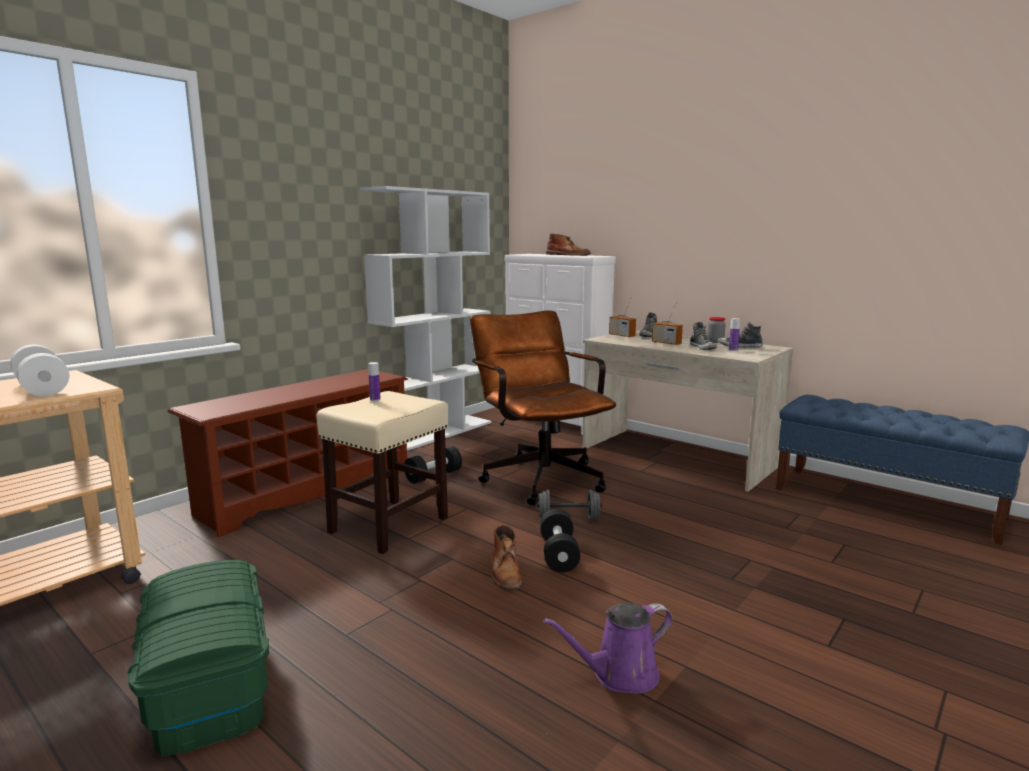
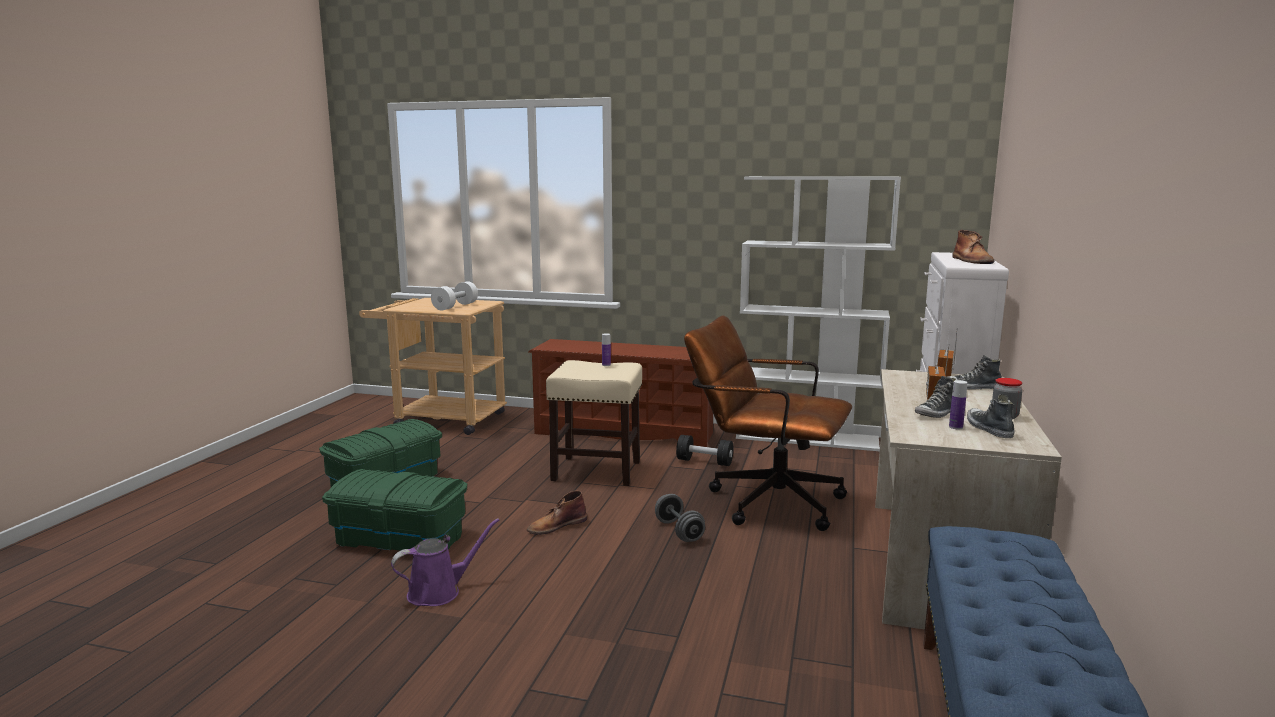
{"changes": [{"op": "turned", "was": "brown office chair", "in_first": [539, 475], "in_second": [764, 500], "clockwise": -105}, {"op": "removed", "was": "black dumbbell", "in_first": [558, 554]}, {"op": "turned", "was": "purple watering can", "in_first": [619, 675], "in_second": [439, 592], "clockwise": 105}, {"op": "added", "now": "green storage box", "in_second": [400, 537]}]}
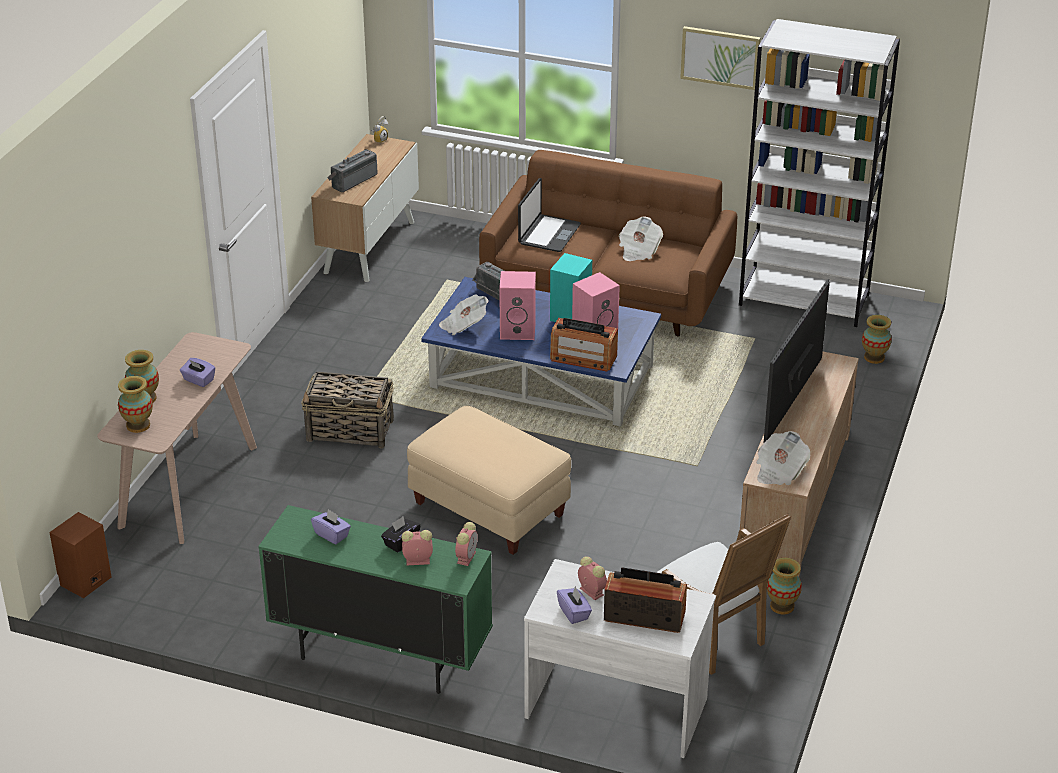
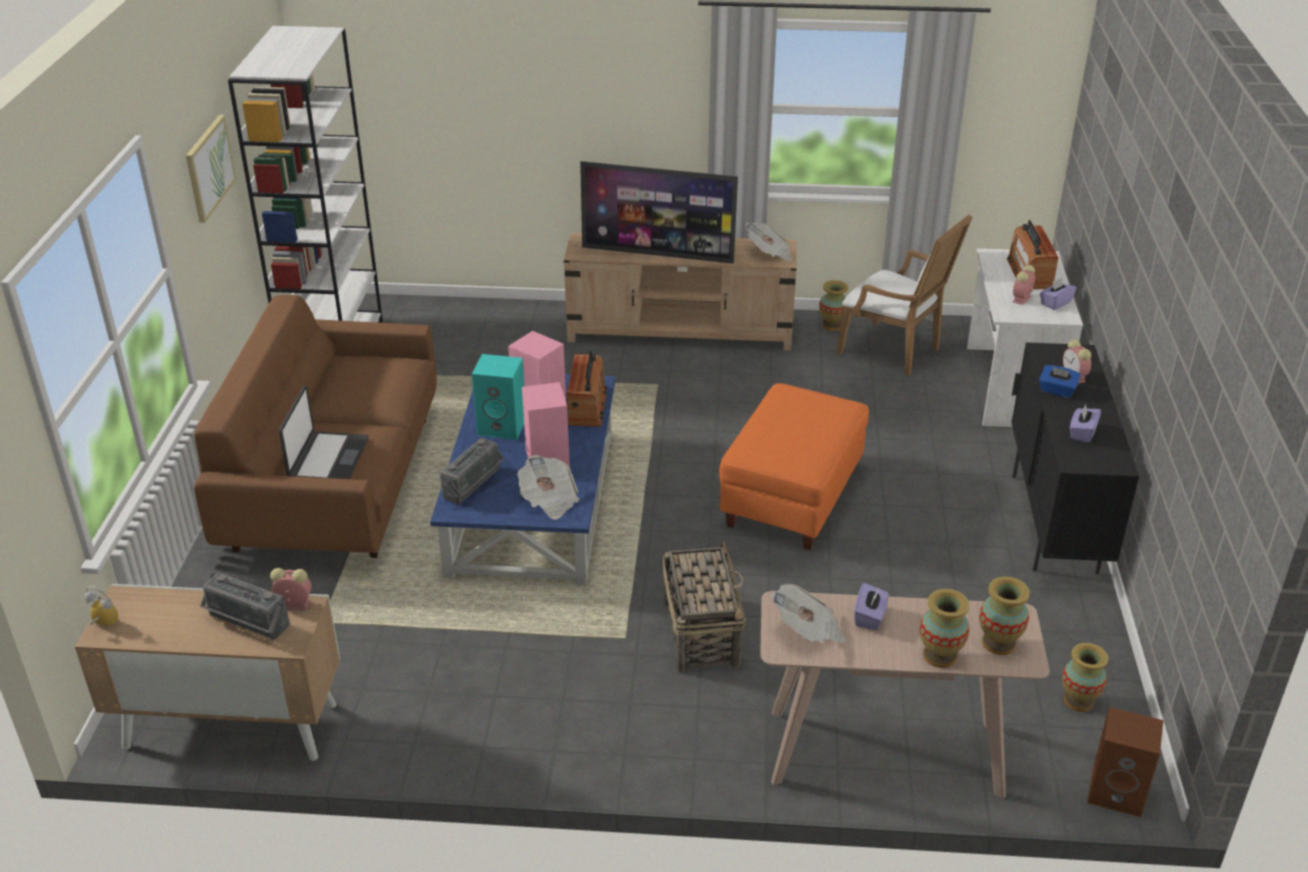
{"changes": [{"op": "turned", "was": "laptop", "in_first": [548, 234], "in_second": [328, 459], "clockwise": 90}, {"op": "moved", "was": "newspaper", "in_first": [638, 250], "in_second": [808, 631]}, {"op": "moved", "was": "vase", "in_first": [874, 358], "in_second": [1078, 701]}, {"op": "recoloured", "was": "beige ottoman", "now": "orange ottoman", "in_first": [488, 509], "in_second": [793, 498]}, {"op": "recoloured", "was": "green cabinet", "now": "black cabinet", "in_first": [380, 656], "in_second": [1053, 524]}, {"op": "turned", "was": "white armchair", "in_first": [713, 639], "in_second": [895, 352], "clockwise": 90}, {"op": "recoloured", "was": "black tissue box", "now": "blue tissue box", "in_first": [401, 542], "in_second": [1057, 391]}, {"op": "moved", "was": "alarm clock", "in_first": [466, 556], "in_second": [293, 605]}]}
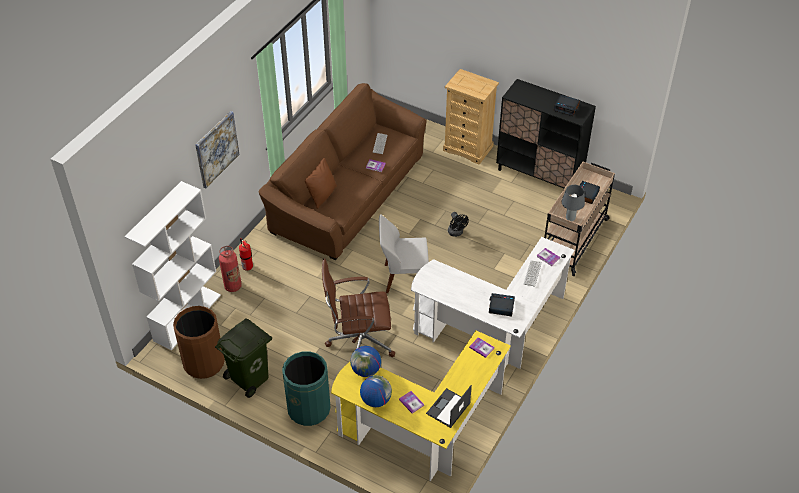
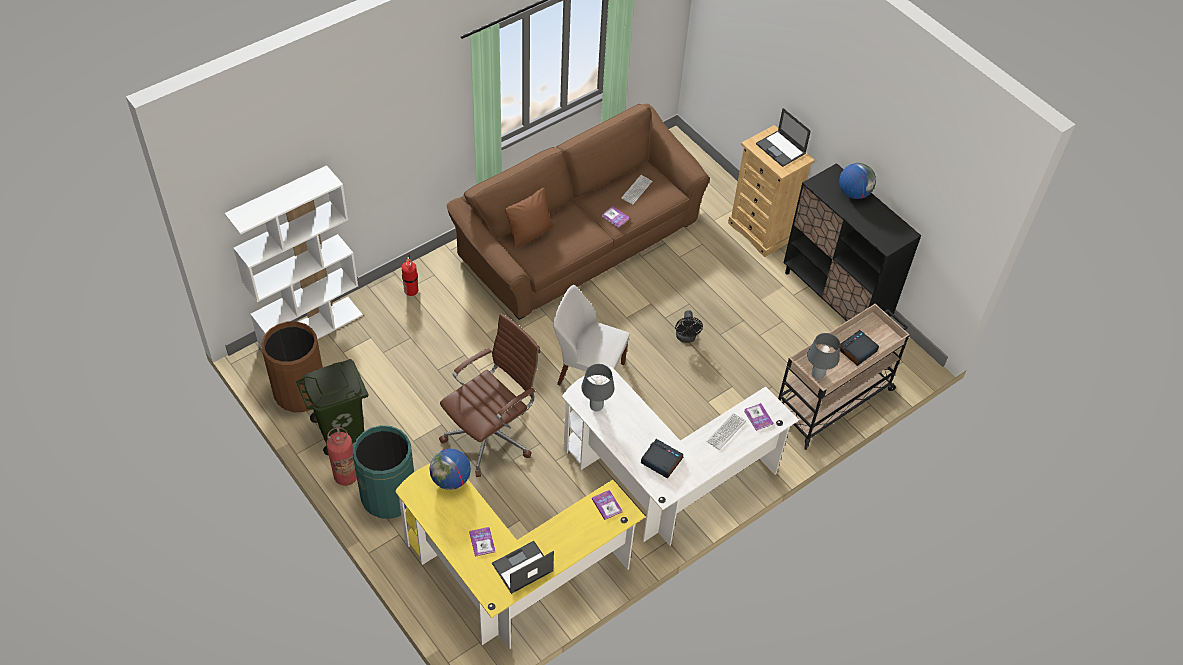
{"changes": [{"op": "removed", "was": "alarm clock", "in_first": [566, 107]}, {"op": "removed", "was": "picture", "in_first": [216, 149]}, {"op": "moved", "was": "fire extinguisher", "in_first": [233, 286], "in_second": [346, 476]}, {"op": "turned", "was": "brown office chair", "in_first": [359, 342], "in_second": [491, 435], "clockwise": 120}, {"op": "moved", "was": "globe", "in_first": [376, 400], "in_second": [854, 193]}, {"op": "added", "now": "laptop", "in_second": [781, 149]}, {"op": "added", "now": "grey table lamp", "in_second": [596, 406]}]}
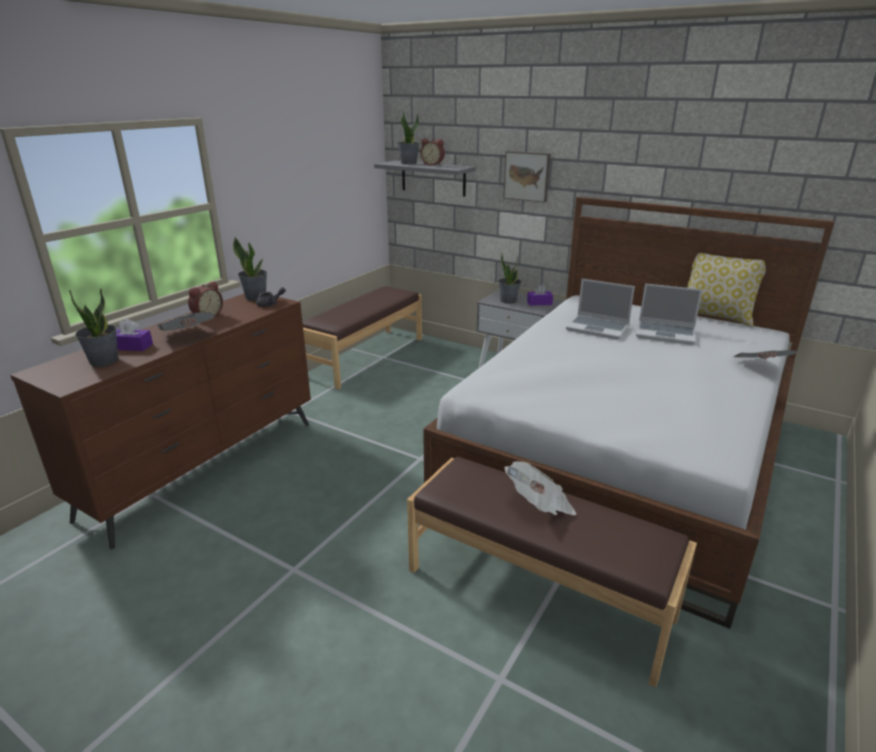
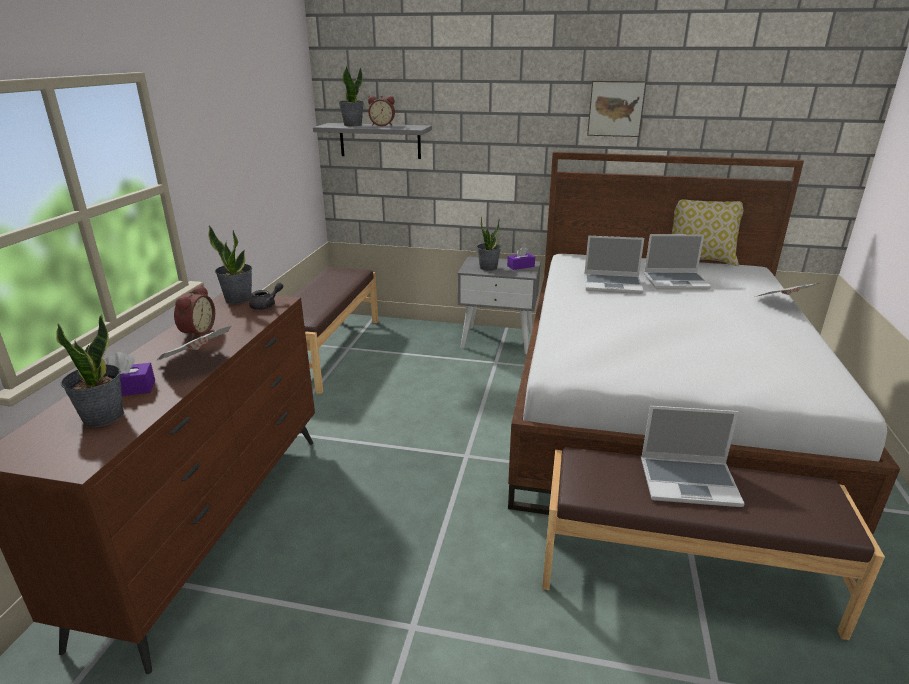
{"changes": [{"op": "moved", "was": "picture", "in_first": [527, 176], "in_second": [615, 108]}, {"op": "replaced", "was": "newspaper", "now": "laptop", "in_first": [539, 505], "in_second": [689, 482]}]}
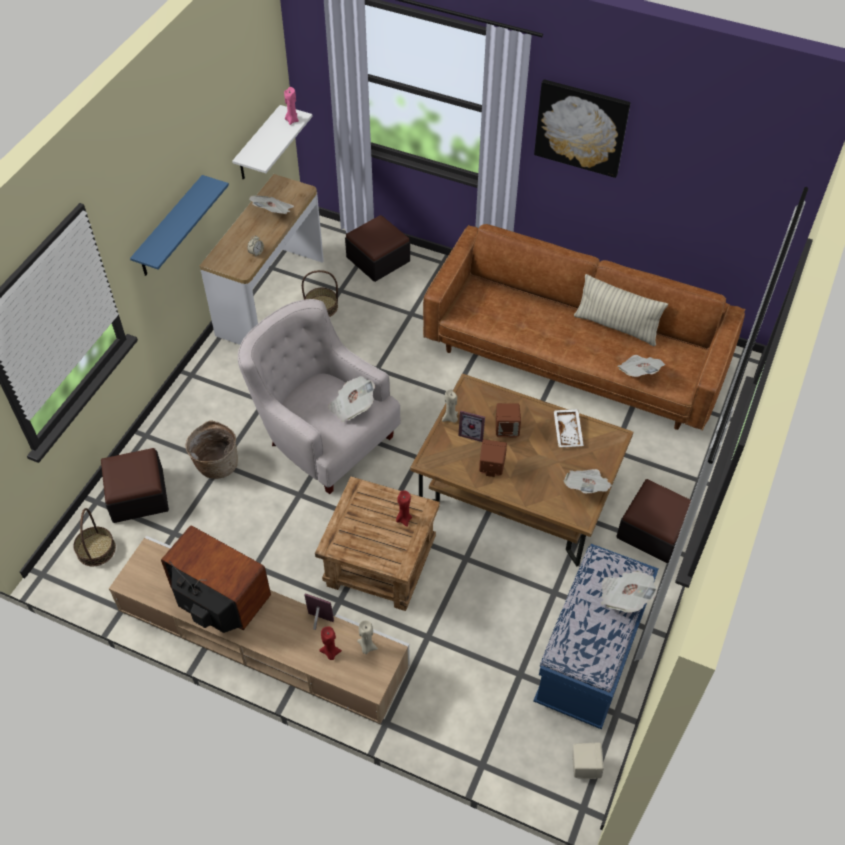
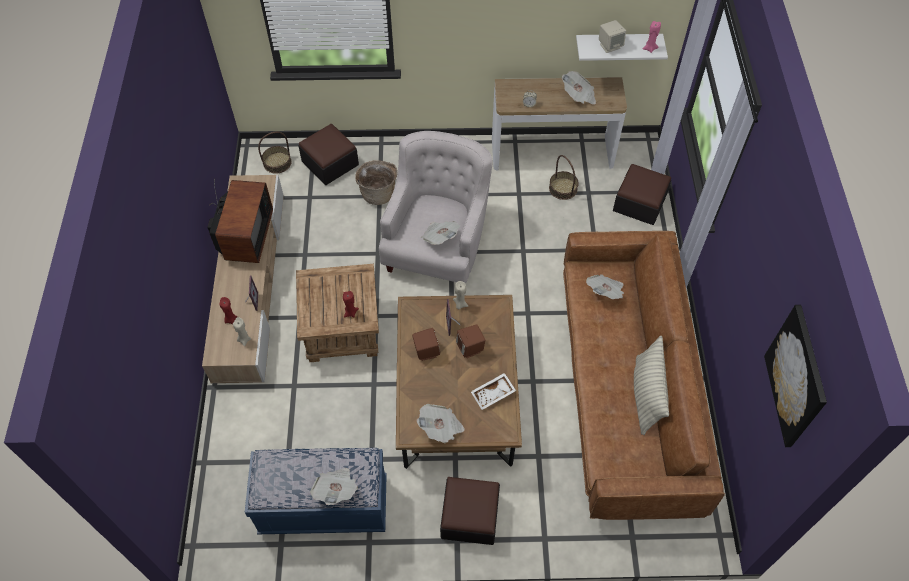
{"changes": [{"op": "moved", "was": "picture", "in_first": [581, 127], "in_second": [796, 377]}, {"op": "removed", "was": "blue shelf", "in_first": [170, 228]}, {"op": "moved", "was": "newspaper", "in_first": [638, 373], "in_second": [605, 292]}, {"op": "moved", "was": "beige speaker", "in_first": [584, 767], "in_second": [610, 46]}]}
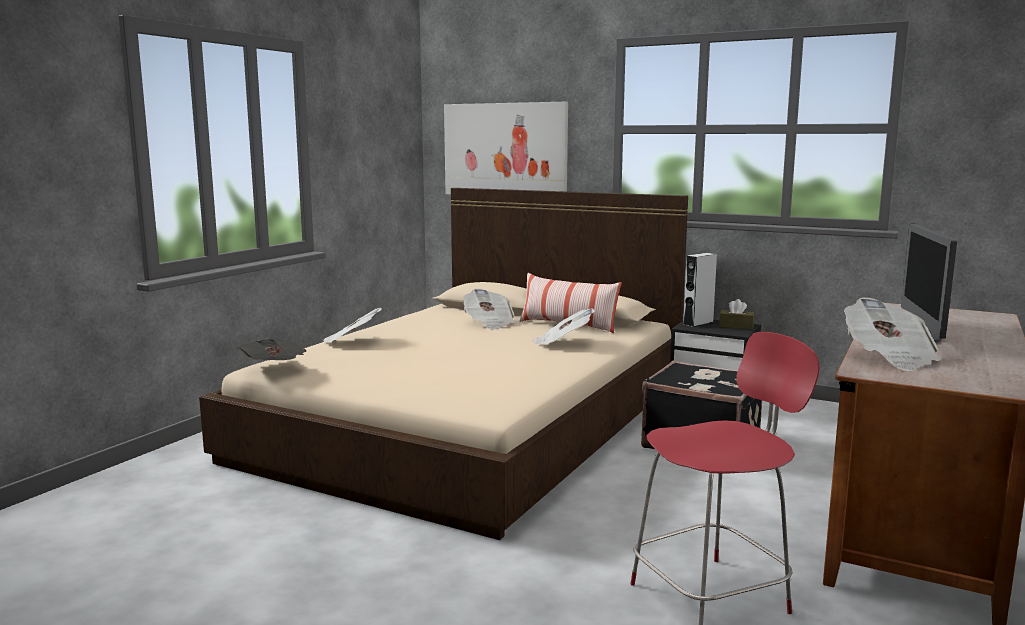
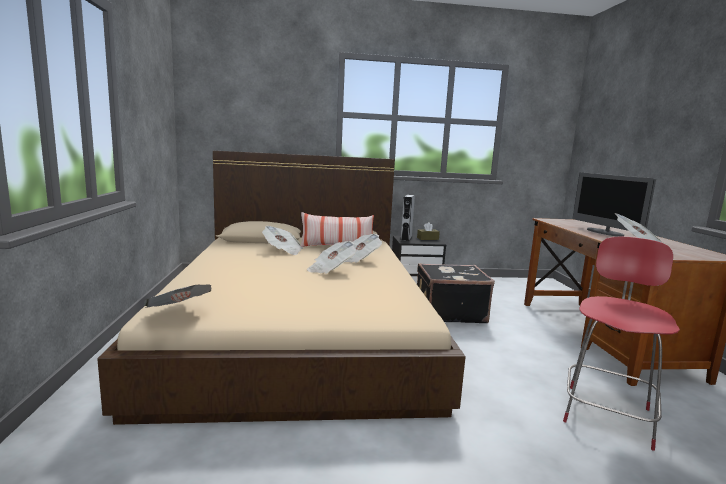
{"changes": [{"op": "removed", "was": "picture", "in_first": [505, 150]}, {"op": "moved", "was": "newspaper", "in_first": [351, 342], "in_second": [331, 270]}]}
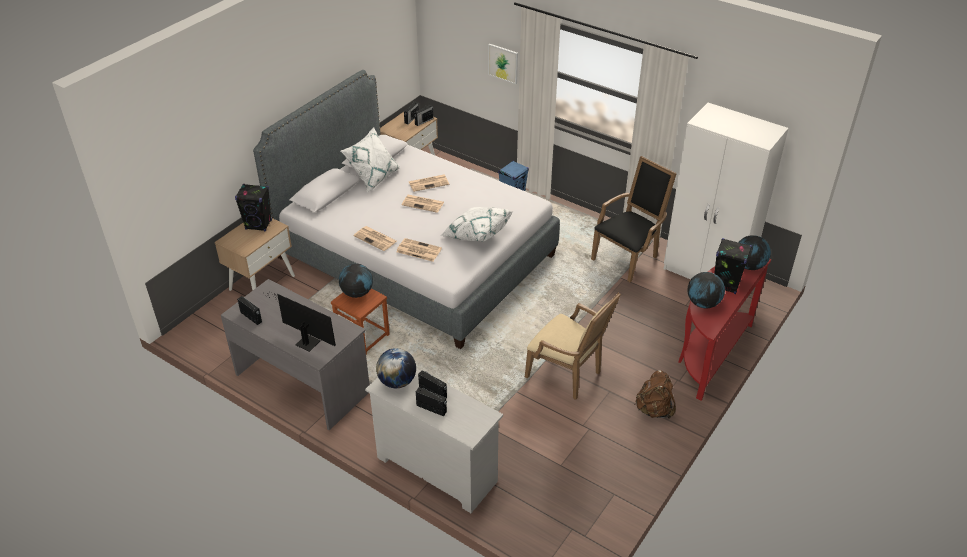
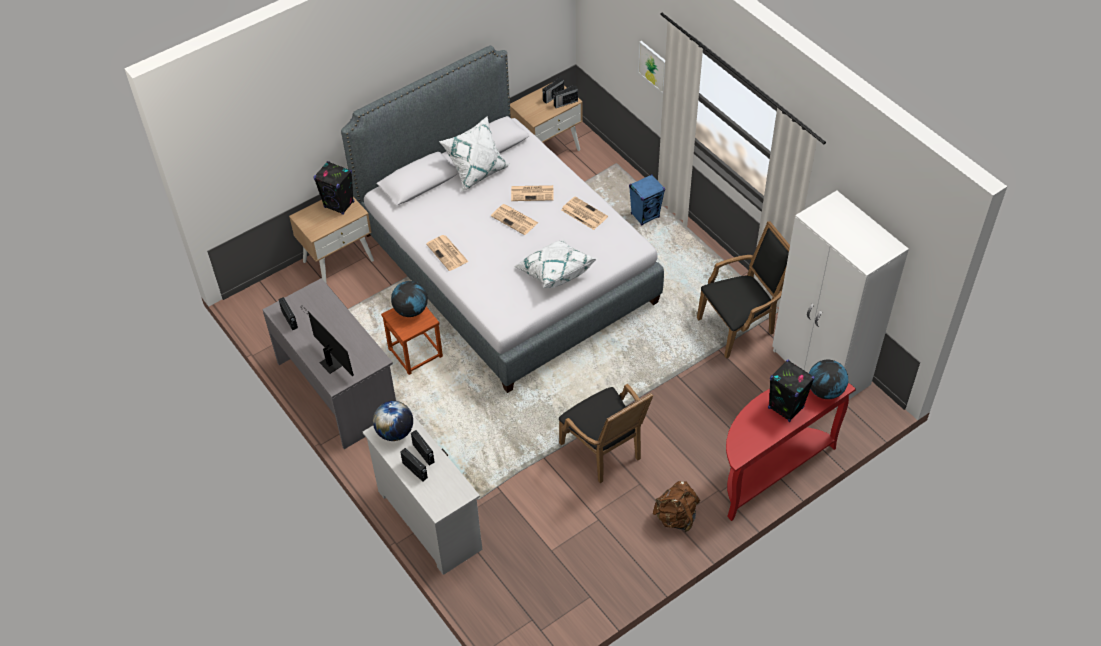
{"changes": [{"op": "moved", "was": "newspaper", "in_first": [418, 250], "in_second": [583, 213]}, {"op": "removed", "was": "globe", "in_first": [703, 303]}, {"op": "recoloured", "was": "beige armchair", "now": "black armchair", "in_first": [568, 375], "in_second": [605, 453]}]}
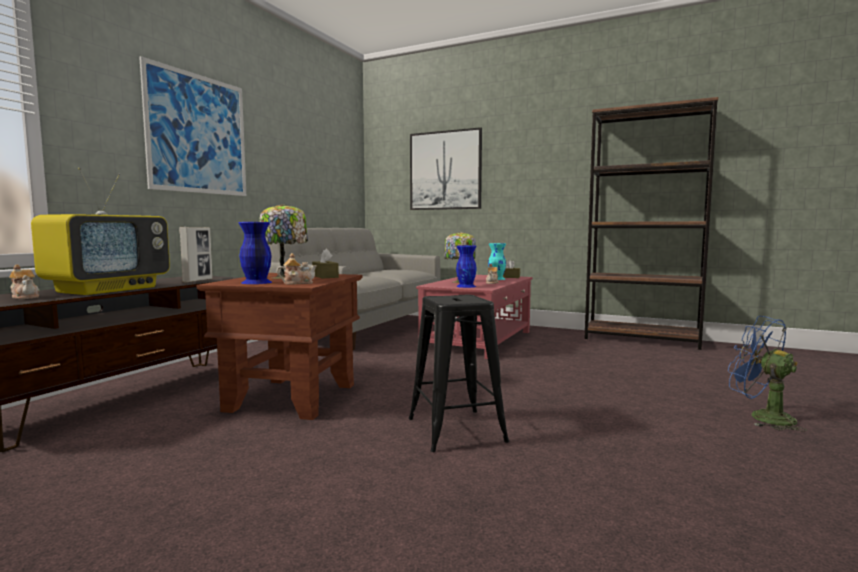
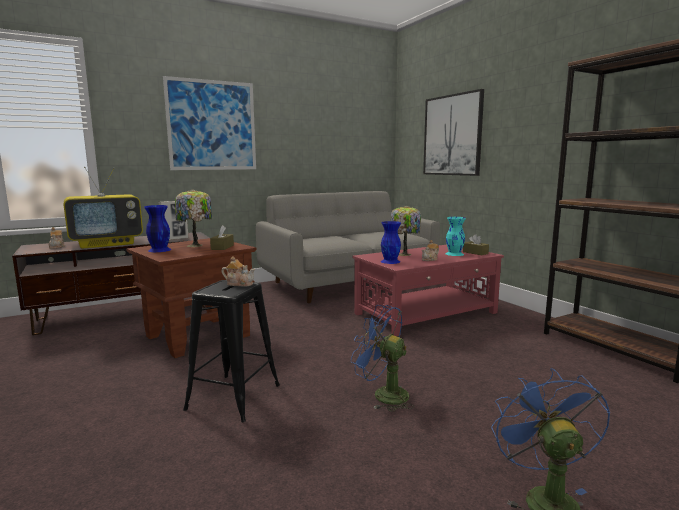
{"changes": [{"op": "moved", "was": "teapot", "in_first": [297, 283], "in_second": [239, 284]}, {"op": "added", "now": "blue fan", "in_second": [383, 394]}]}
